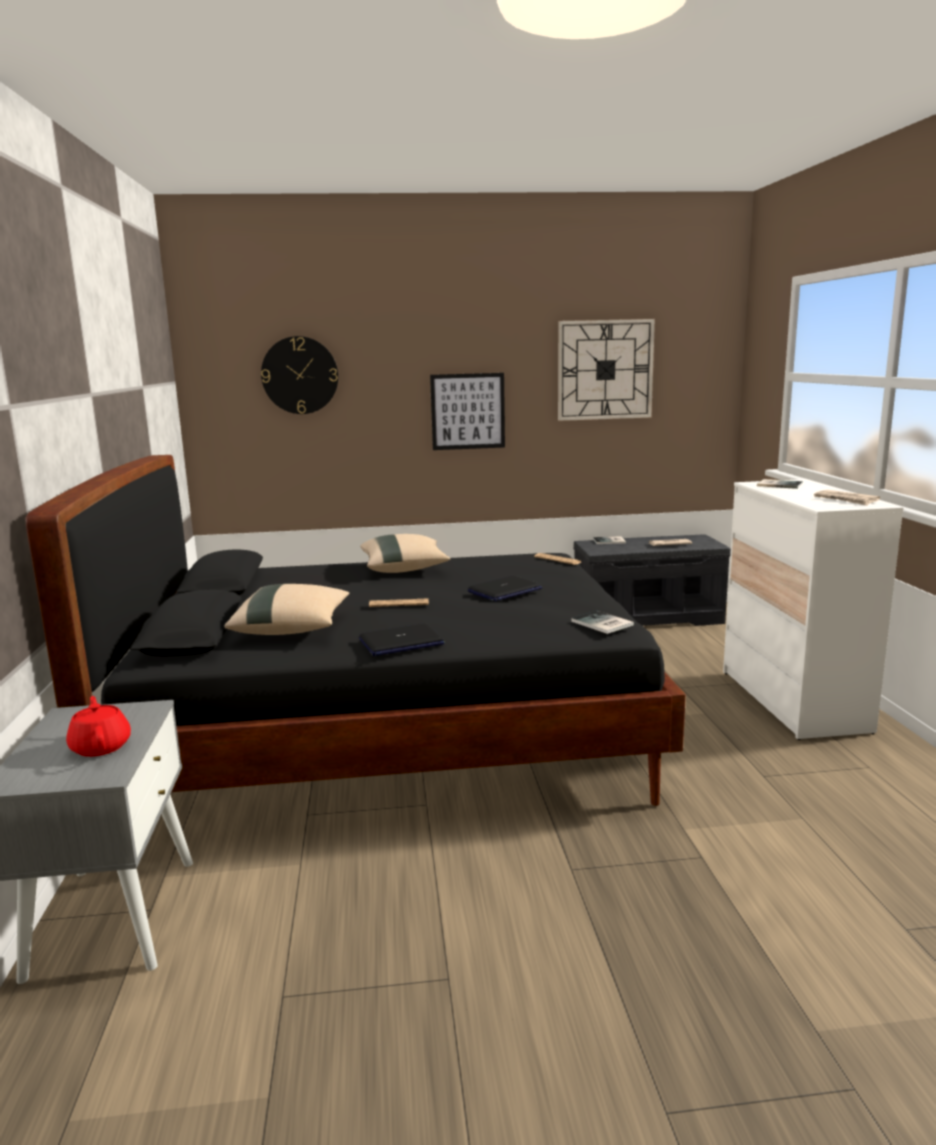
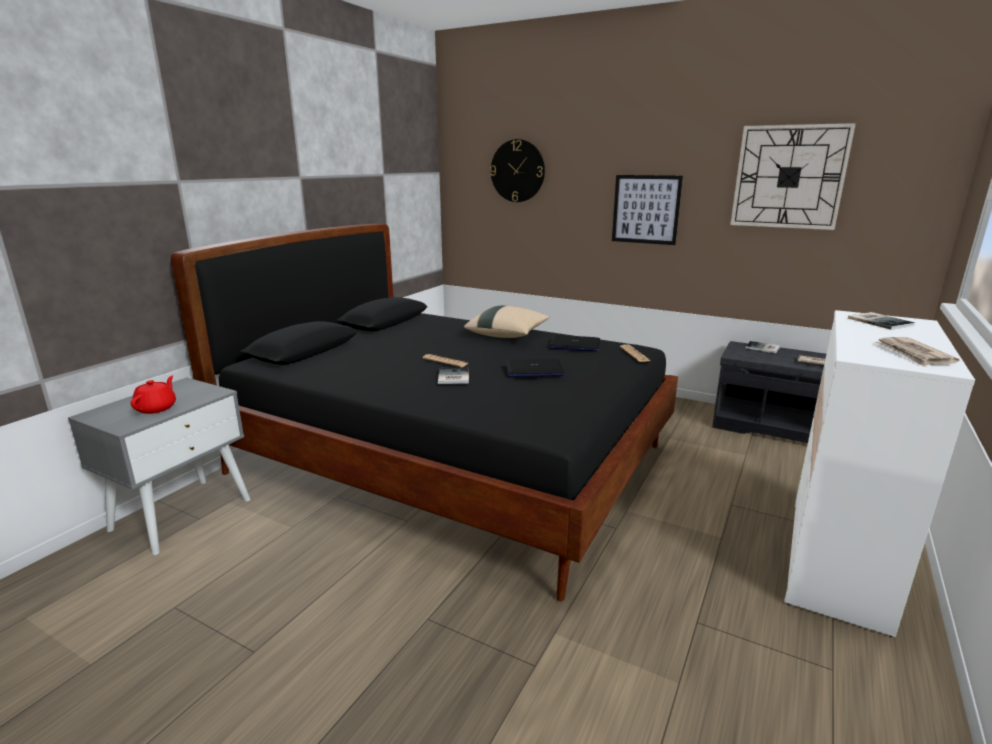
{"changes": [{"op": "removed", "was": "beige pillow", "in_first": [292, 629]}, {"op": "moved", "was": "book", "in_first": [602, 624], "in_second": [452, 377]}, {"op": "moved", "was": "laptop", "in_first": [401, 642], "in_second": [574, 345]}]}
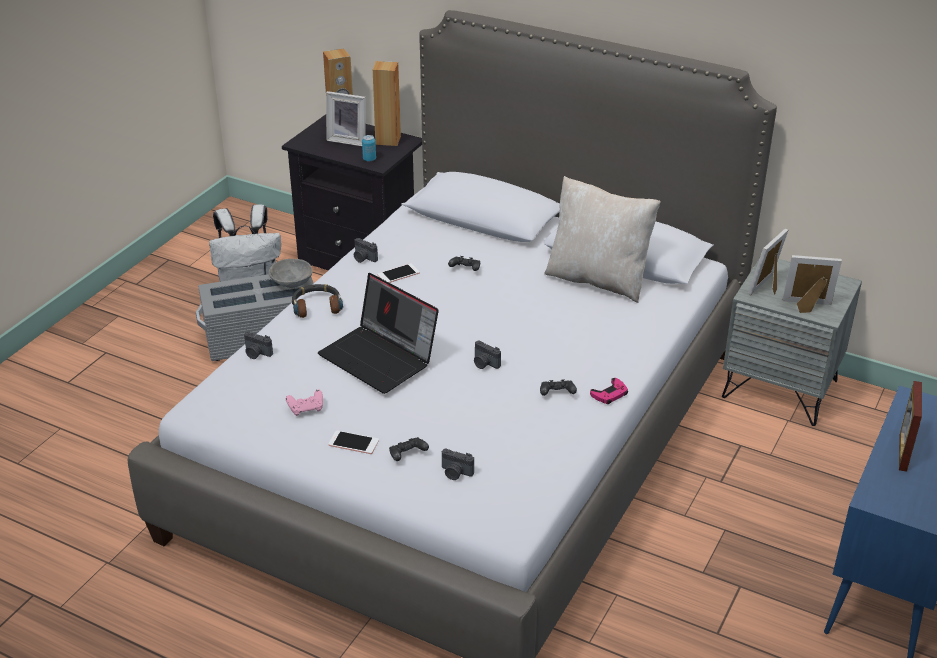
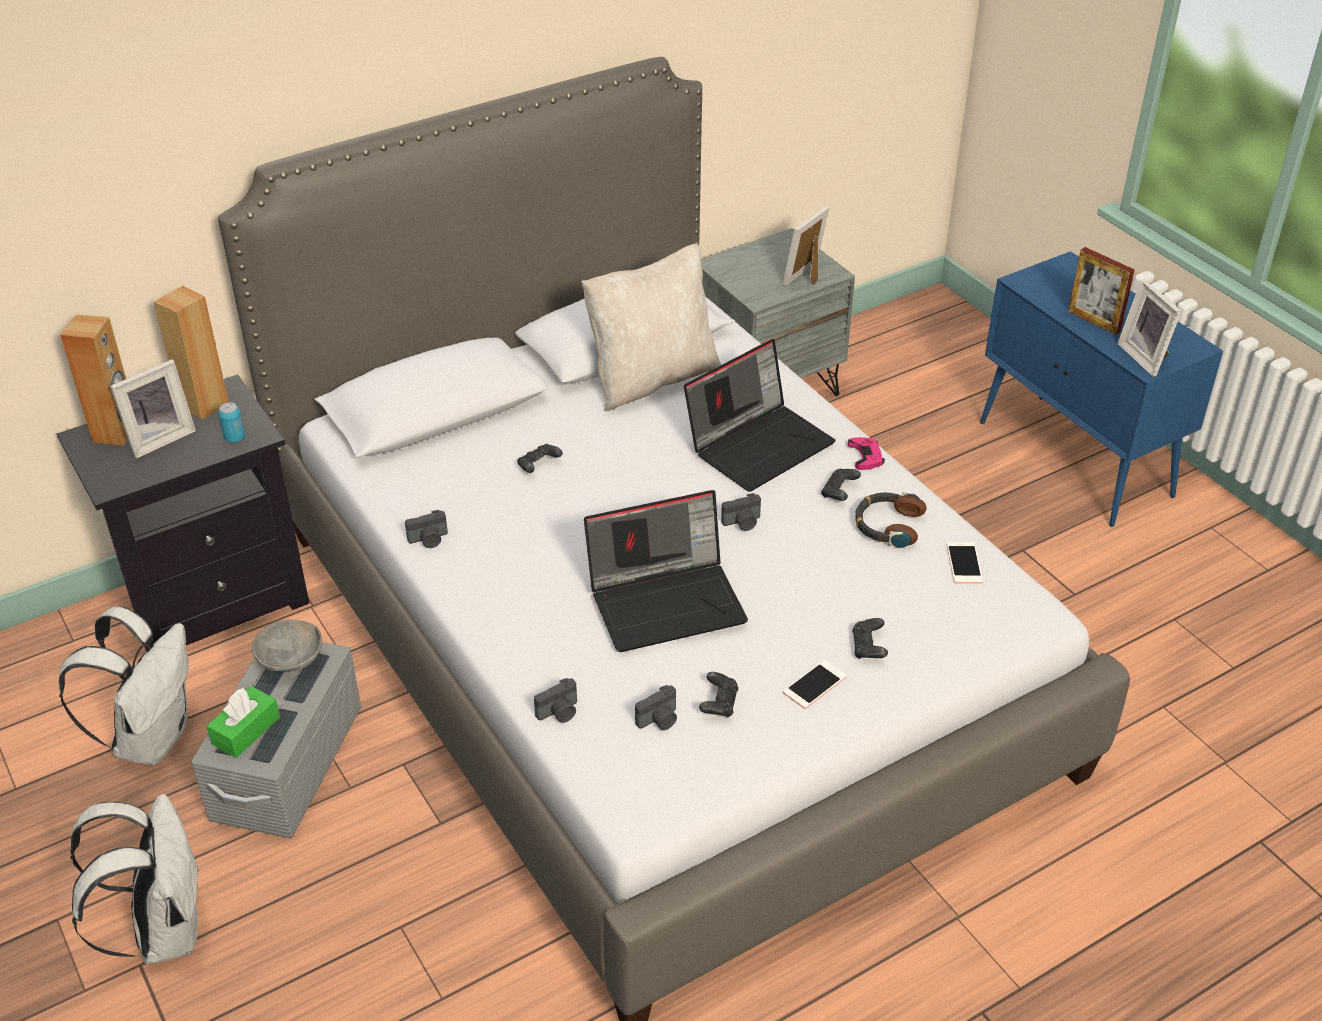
{"changes": [{"op": "moved", "was": "picture frame", "in_first": [768, 287], "in_second": [1146, 357]}, {"op": "moved", "was": "phone", "in_first": [398, 274], "in_second": [964, 563]}, {"op": "moved", "was": "headphones", "in_first": [317, 306], "in_second": [887, 525]}, {"op": "recoloured", "was": "pink game controller", "now": "black game controller", "in_first": [306, 409], "in_second": [719, 703]}, {"op": "moved", "was": "photo camera", "in_first": [455, 473], "in_second": [659, 720]}, {"op": "added", "now": "laptop", "in_second": [759, 444]}, {"op": "added", "now": "green tissue box", "in_second": [246, 730]}, {"op": "added", "now": "white backpack", "in_second": [163, 930]}]}
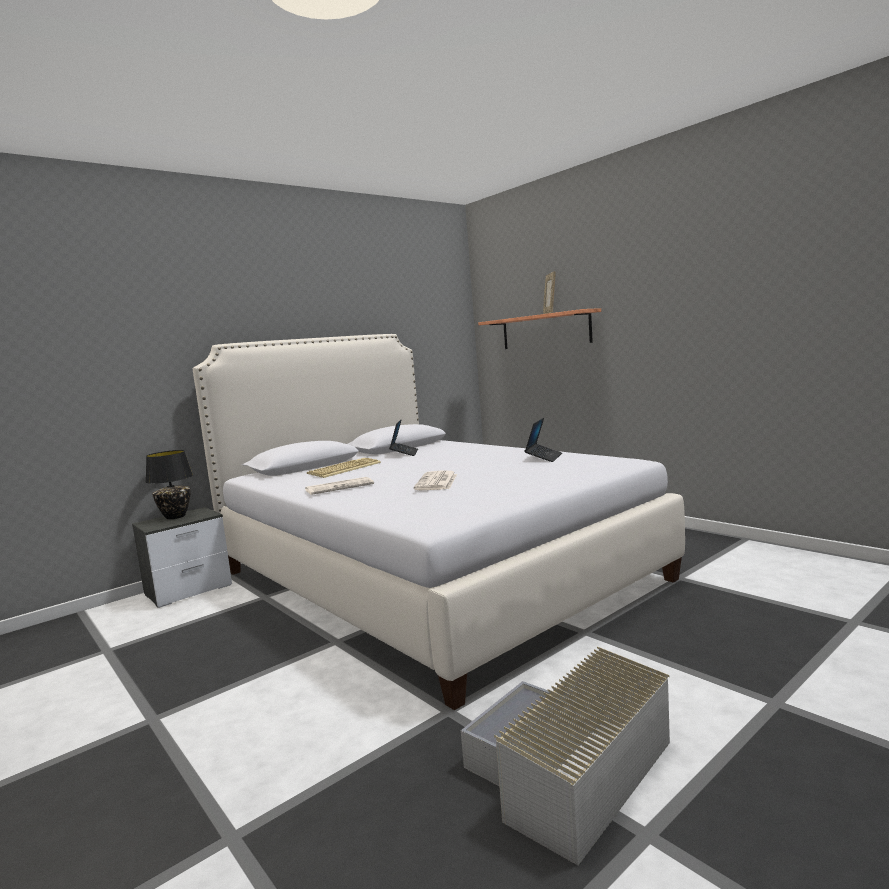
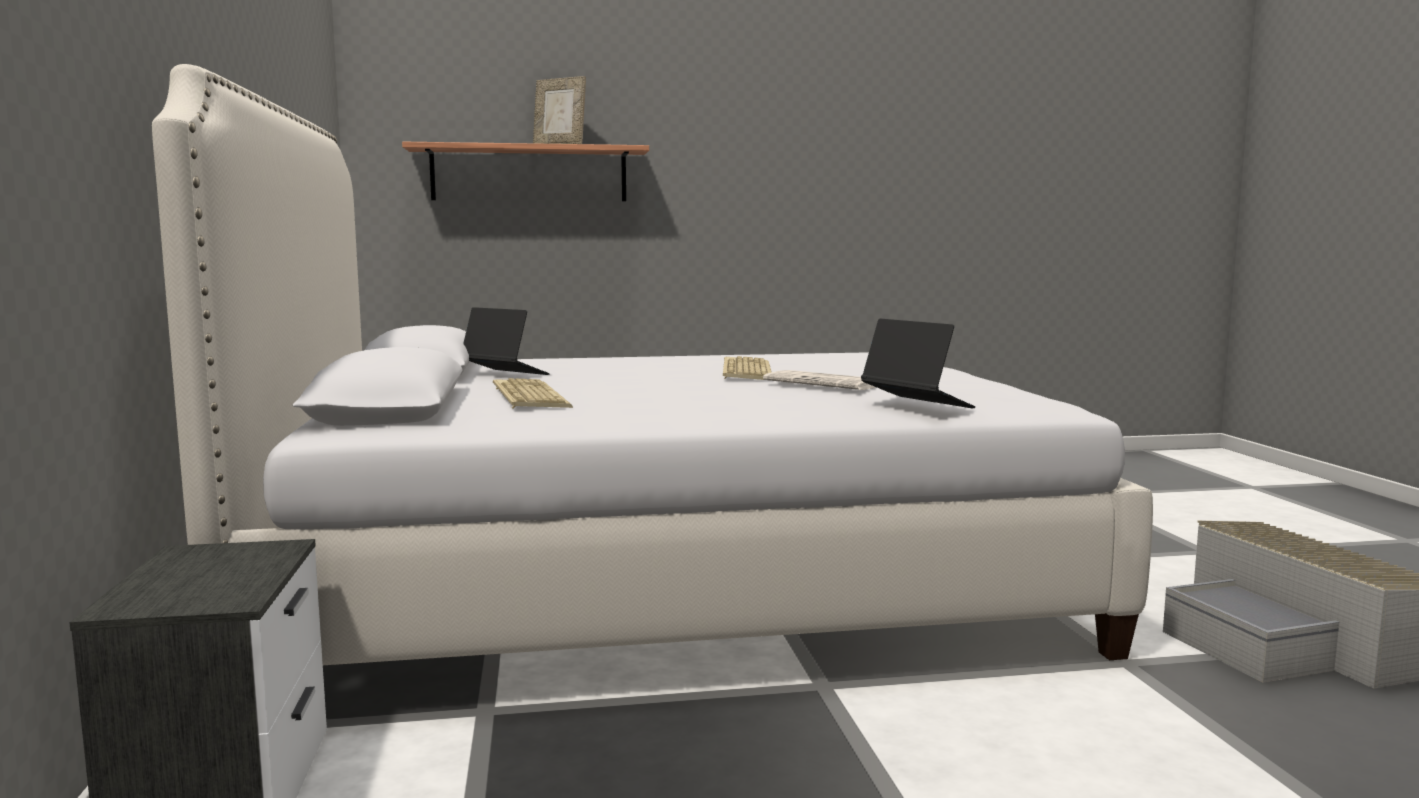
{"changes": [{"op": "moved", "was": "laptop", "in_first": [544, 457], "in_second": [916, 405]}, {"op": "removed", "was": "black table lamp", "in_first": [175, 517]}, {"op": "removed", "was": "newspaper", "in_first": [340, 487]}, {"op": "added", "now": "keyboard", "in_second": [745, 371]}]}
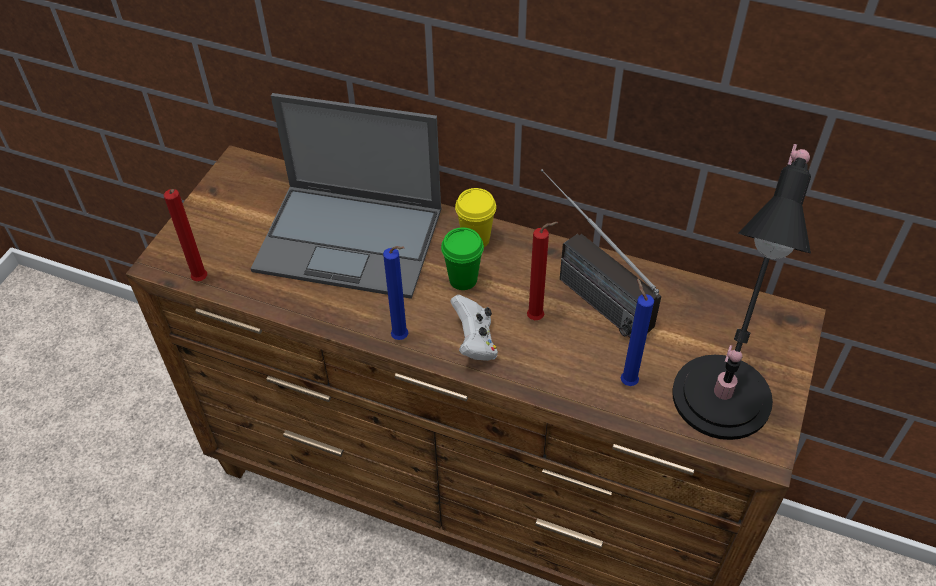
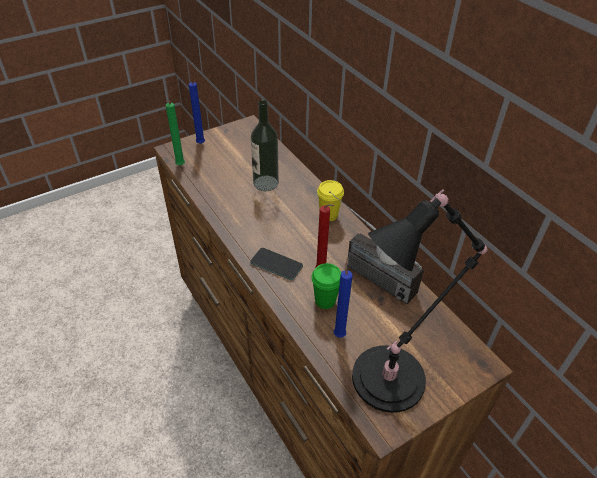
{"changes": [{"op": "replaced", "was": "laptop", "now": "bottle", "in_first": [351, 240], "in_second": [265, 183]}, {"op": "turned", "was": "radio", "in_first": [582, 288], "in_second": [363, 270], "clockwise": -45}, {"op": "recoloured", "was": "red candle", "now": "green candle", "in_first": [201, 281], "in_second": [180, 166]}, {"op": "moved", "was": "green cup", "in_first": [463, 279], "in_second": [325, 301]}, {"op": "moved", "was": "blue candle", "in_first": [402, 338], "in_second": [201, 144]}, {"op": "replaced", "was": "white game controller", "now": "phone", "in_first": [475, 342], "in_second": [276, 264]}]}
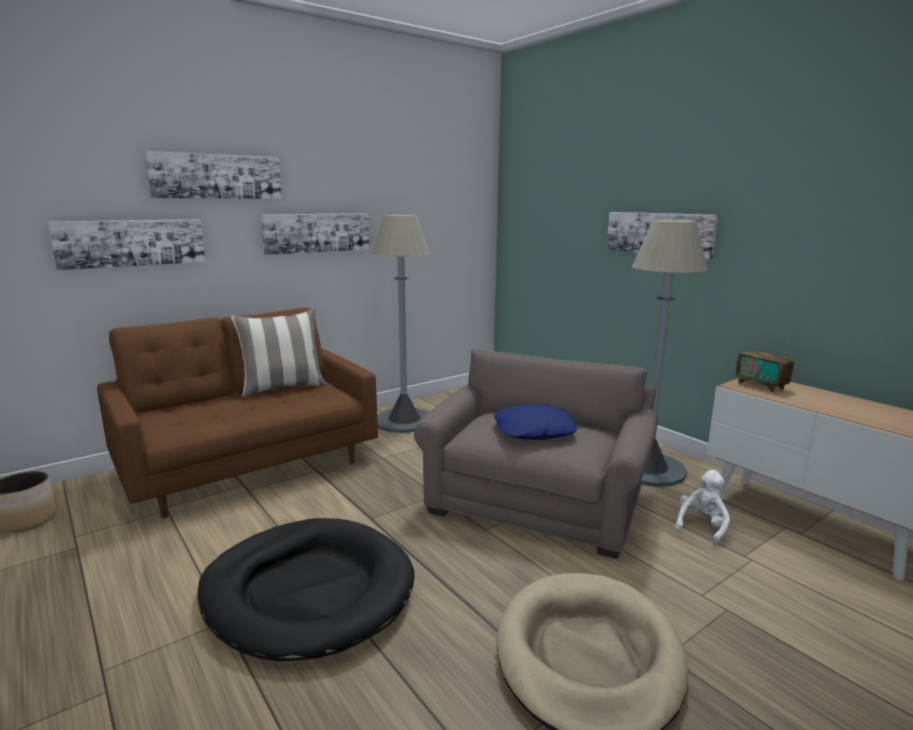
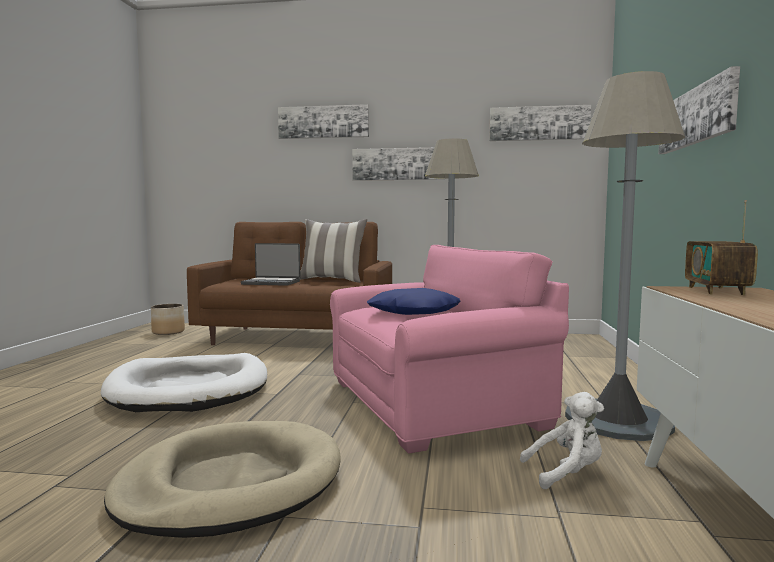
{"changes": [{"op": "moved", "was": "picture", "in_first": [131, 243], "in_second": [538, 123]}, {"op": "recoloured", "was": "grey armchair", "now": "pink armchair", "in_first": [536, 503], "in_second": [431, 403]}, {"op": "recoloured", "was": "black dog bed", "now": "white dog bed", "in_first": [308, 591], "in_second": [189, 389]}, {"op": "added", "now": "laptop", "in_second": [271, 283]}]}
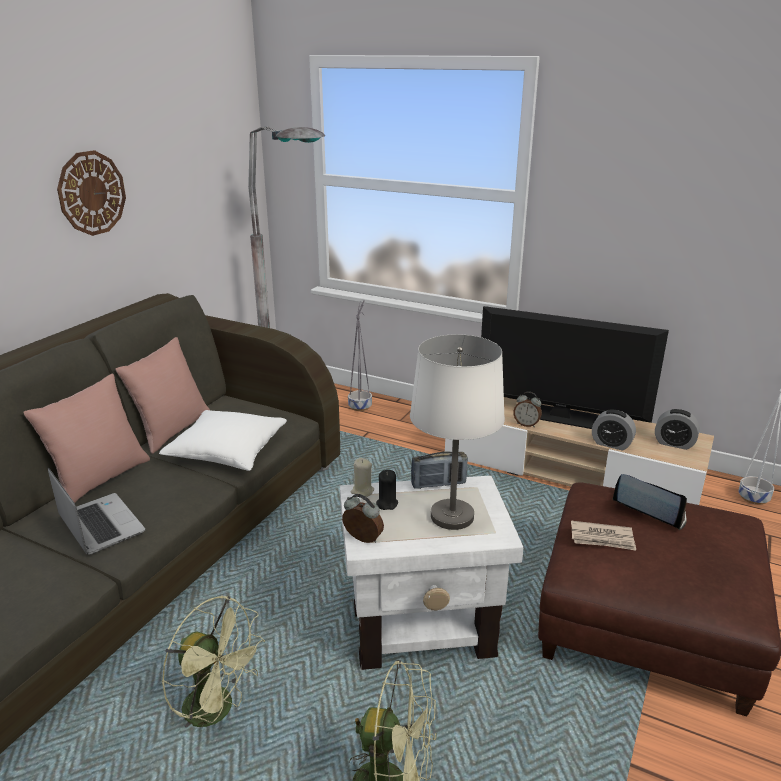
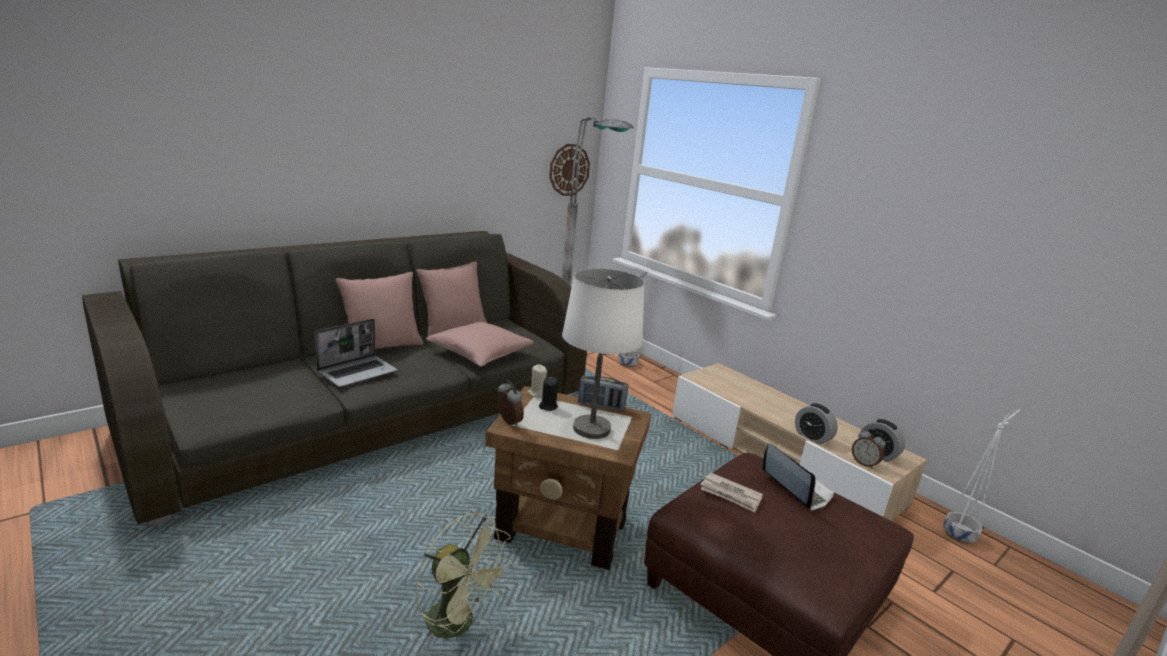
{"changes": [{"op": "moved", "was": "wall clock", "in_first": [91, 193], "in_second": [569, 170]}, {"op": "removed", "was": "television", "in_first": [560, 416]}, {"op": "moved", "was": "alarm clock", "in_first": [526, 424], "in_second": [864, 463]}, {"op": "recoloured", "was": "white pillow", "now": "pink pillow", "in_first": [227, 452], "in_second": [480, 354]}, {"op": "turned", "was": "laptop", "in_first": [99, 525], "in_second": [358, 372], "clockwise": 60}, {"op": "recoloured", "was": "white side table", "now": "brown side table", "in_first": [423, 631], "in_second": [561, 530]}, {"op": "removed", "was": "green fan", "in_first": [218, 710]}]}
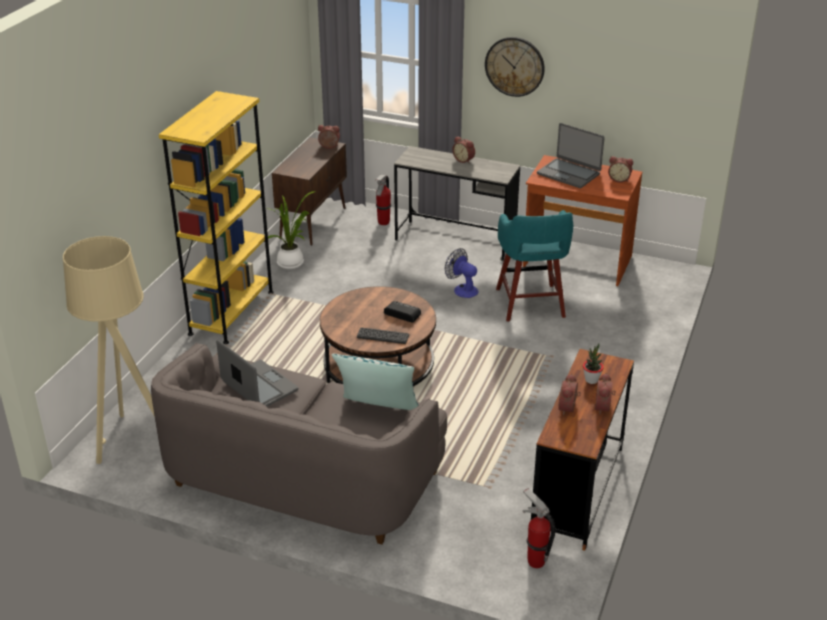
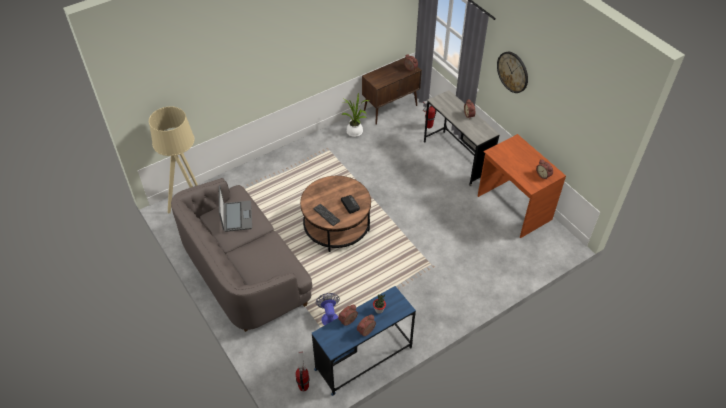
{"changes": [{"op": "removed", "was": "yellow bookcase", "in_first": [231, 312]}, {"op": "removed", "was": "laptop", "in_first": [569, 174]}, {"op": "removed", "was": "turquoise stool", "in_first": [530, 304]}, {"op": "moved", "was": "fan", "in_first": [462, 289], "in_second": [329, 317]}, {"op": "recoloured", "was": "brown desk", "now": "blue desk", "in_first": [577, 490], "in_second": [364, 359]}, {"op": "removed", "was": "pillow", "in_first": [378, 412]}]}
